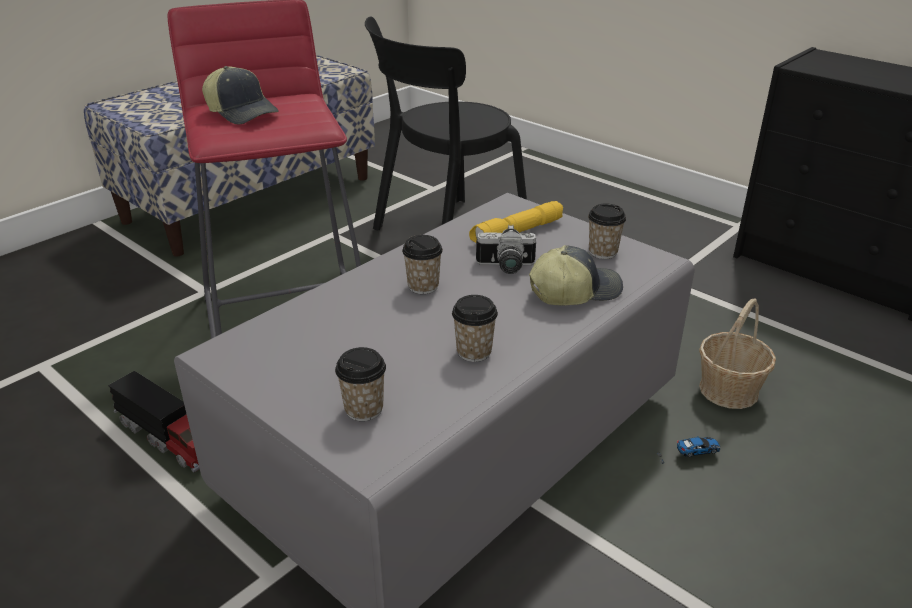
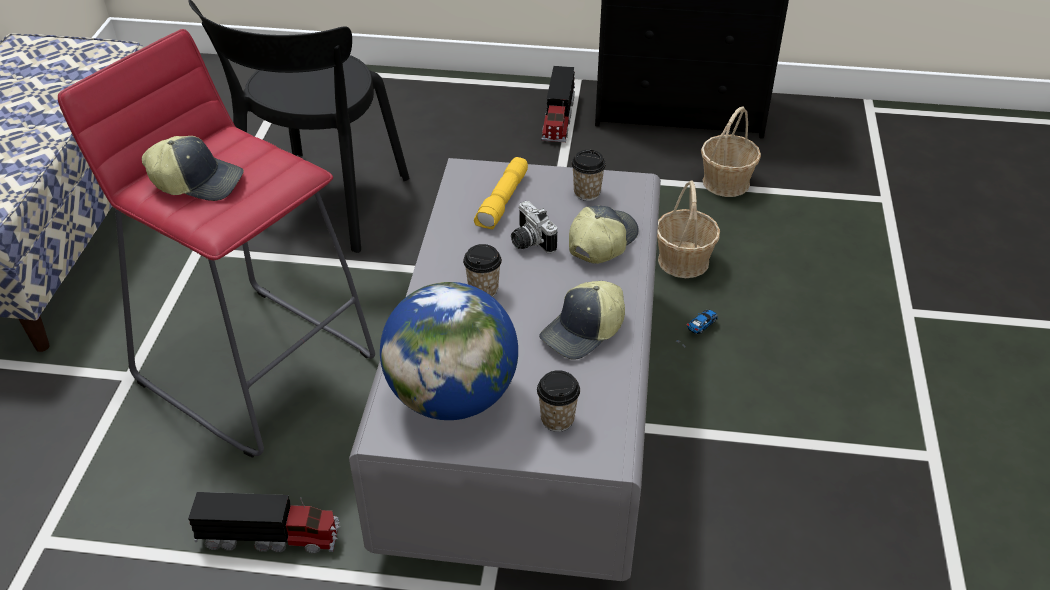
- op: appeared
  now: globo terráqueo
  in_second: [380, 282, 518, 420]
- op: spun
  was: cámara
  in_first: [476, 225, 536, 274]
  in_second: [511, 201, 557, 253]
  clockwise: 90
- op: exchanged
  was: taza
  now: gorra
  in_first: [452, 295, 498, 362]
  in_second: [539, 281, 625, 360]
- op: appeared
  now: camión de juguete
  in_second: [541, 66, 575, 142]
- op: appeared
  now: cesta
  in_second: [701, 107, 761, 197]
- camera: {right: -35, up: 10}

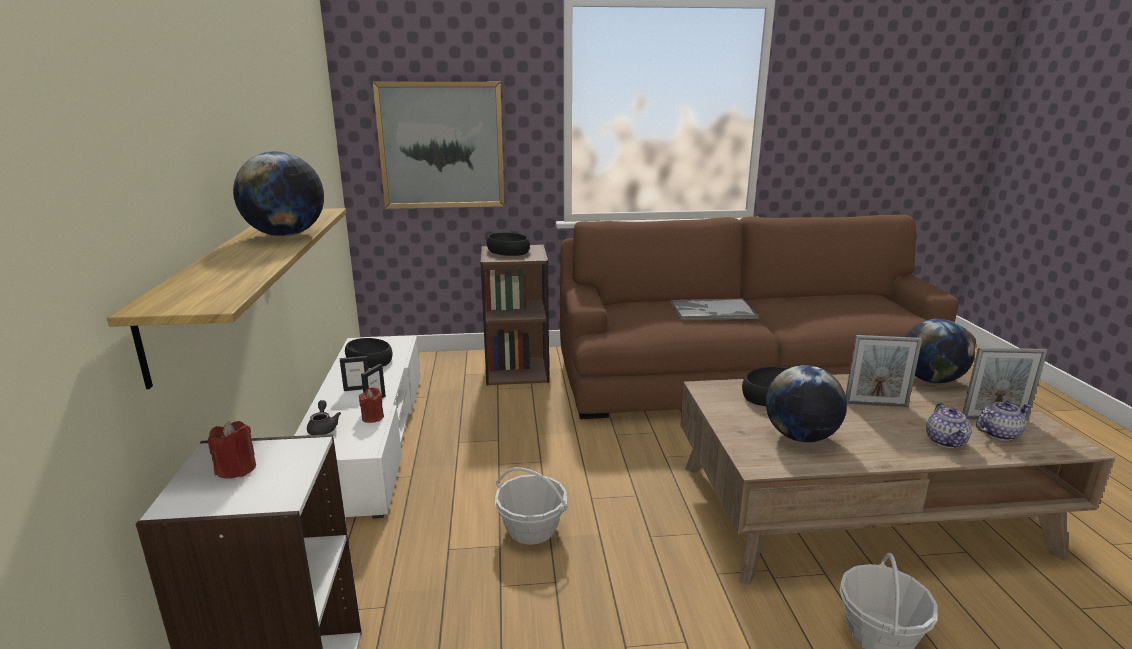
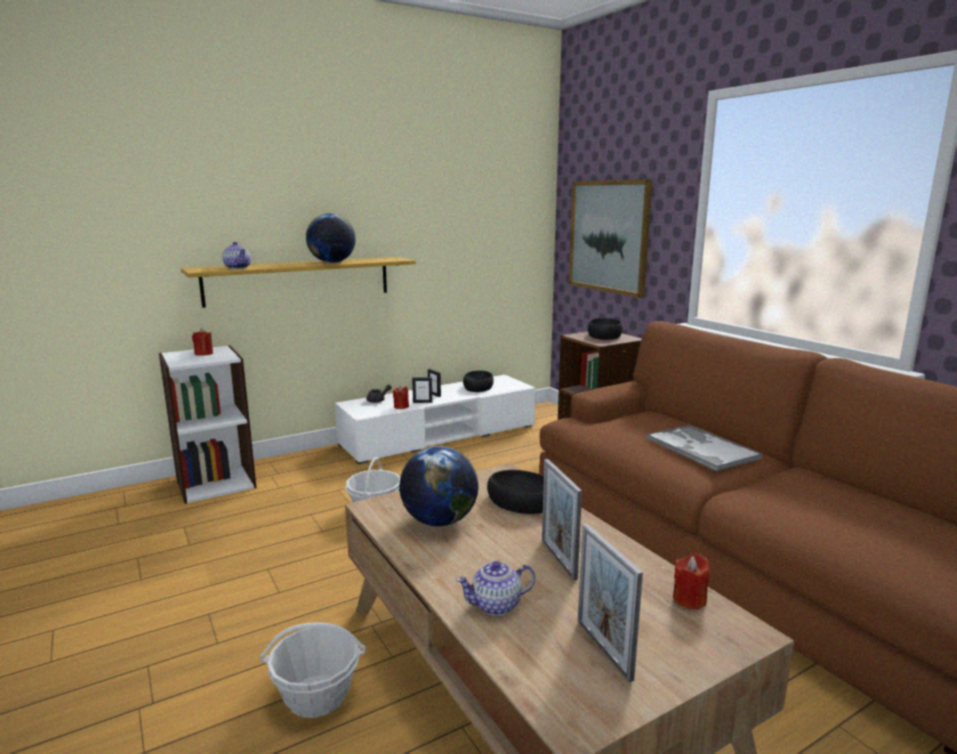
- op: relocated
  was: tetera
  in_first: [976, 400, 1032, 441]
  in_second: [222, 242, 251, 269]
- op: exchanged
  was: globo terráqueo
  now: vela [rojo]
  in_first: [905, 319, 975, 383]
  in_second: [673, 553, 710, 610]
- camera: {right: 65, up: -5}

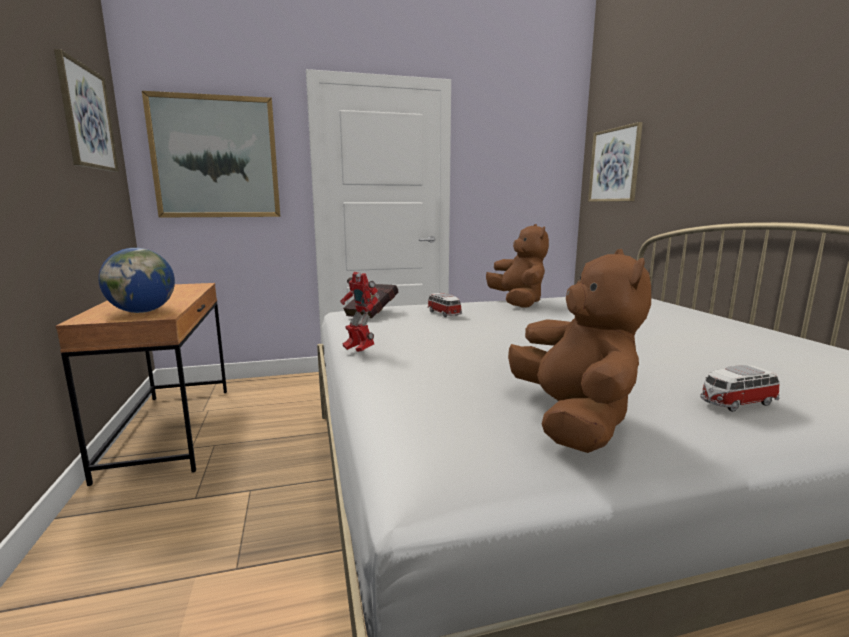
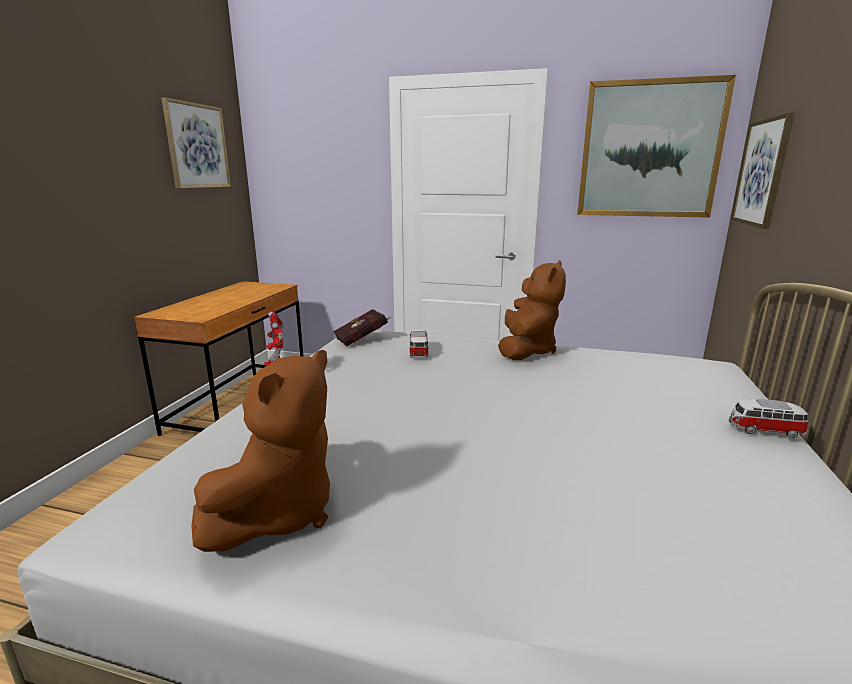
- op: relocated
  was: cuadro
  in_first: [142, 91, 280, 218]
  in_second: [577, 75, 736, 218]
- op: relocated
  was: coche de juguete
  in_first: [700, 365, 780, 412]
  in_second: [729, 399, 808, 438]
- op: missing
  was: globo terráqueo
  in_first: [98, 248, 175, 313]
- camera: {right: 30, up: 5}

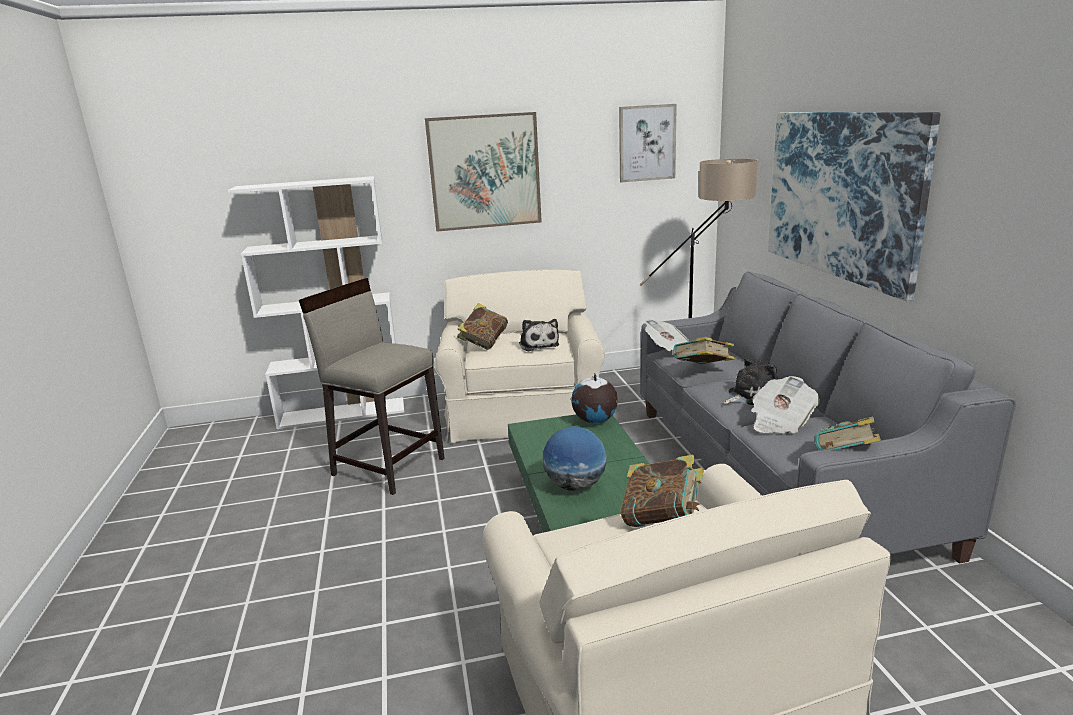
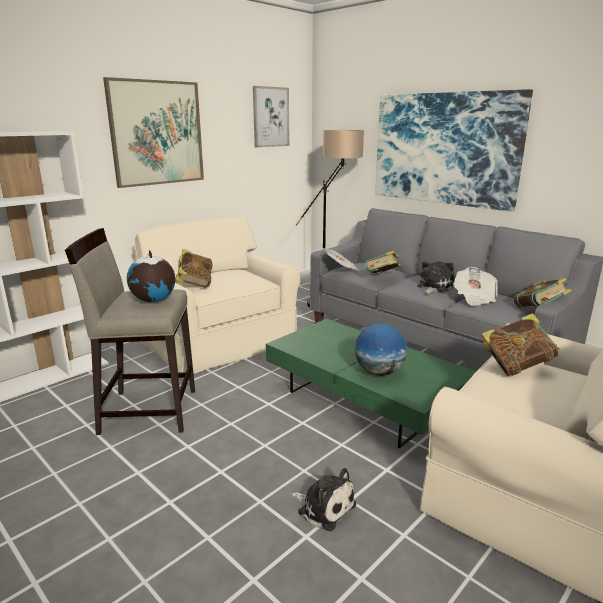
- op: relocated
  was: globo terráqueo
  in_first: [571, 373, 618, 423]
  in_second: [127, 250, 175, 302]
- op: relocated
  was: peluche
  in_first: [519, 319, 559, 351]
  in_second: [291, 468, 356, 531]
- camera: {right: -35, up: 0}

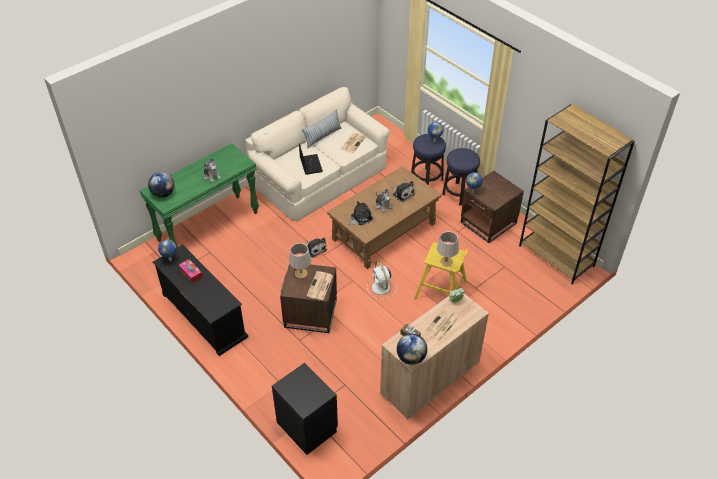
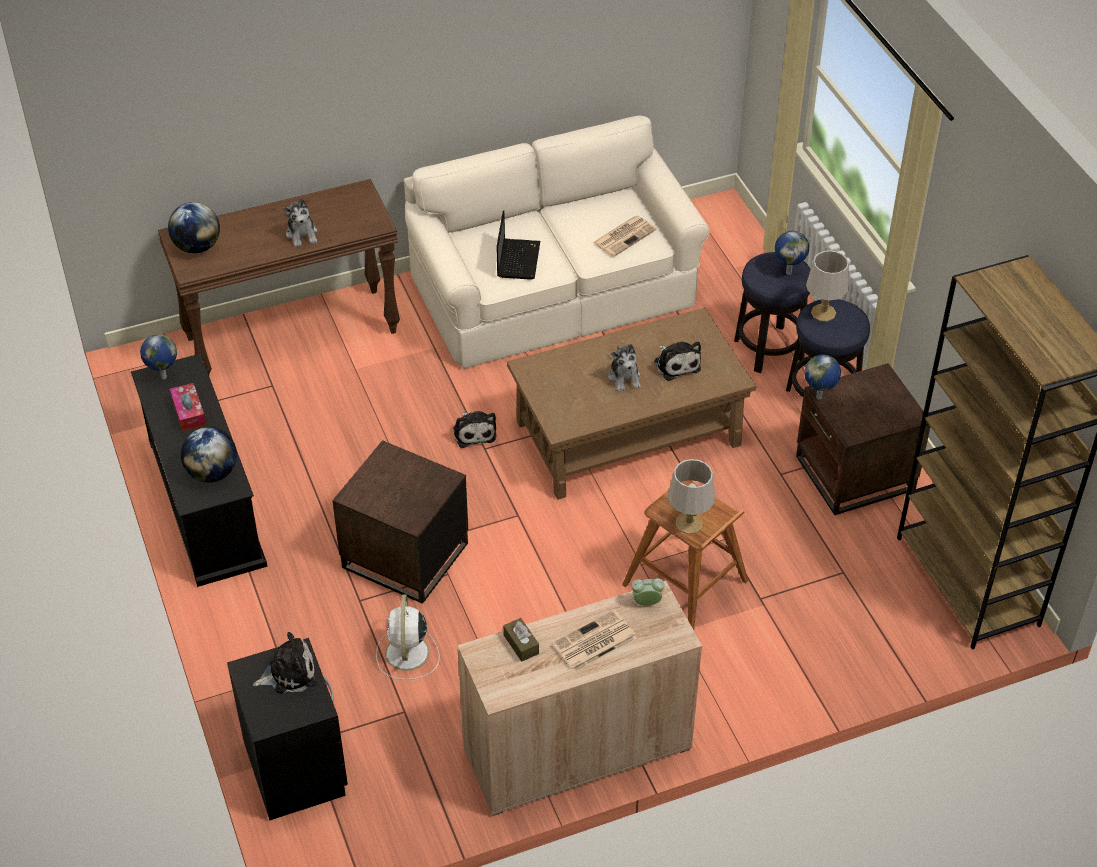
- op: colour
  was: mesa consola [verde]
  now: mesa consola [marrón]
  in_first: [140, 143, 259, 248]
  in_second: [158, 179, 400, 375]
- op: relocated
  was: globo terráqueo
  in_first: [397, 334, 427, 365]
  in_second: [181, 427, 237, 483]
- op: relocated
  was: peluche
  in_first: [349, 201, 373, 225]
  in_second: [253, 632, 316, 694]
- op: relocated
  was: ventilador [blanco]
  in_first: [367, 261, 397, 299]
  in_second: [376, 595, 439, 680]
- op: colour
  was: taburete [amarillo]
  now: taburete [marrón]
  in_first: [414, 242, 468, 300]
  in_second: [622, 480, 748, 630]
- op: relocated
  was: lámpara de mesa [gris]
  in_first: [289, 243, 311, 279]
  in_second: [806, 250, 849, 321]
- op: missing
  was: cojín
  in_first: [302, 109, 342, 149]
- op: missing
  was: periódico
  in_first: [306, 271, 333, 300]
- camera: {right: 20, up: 0}

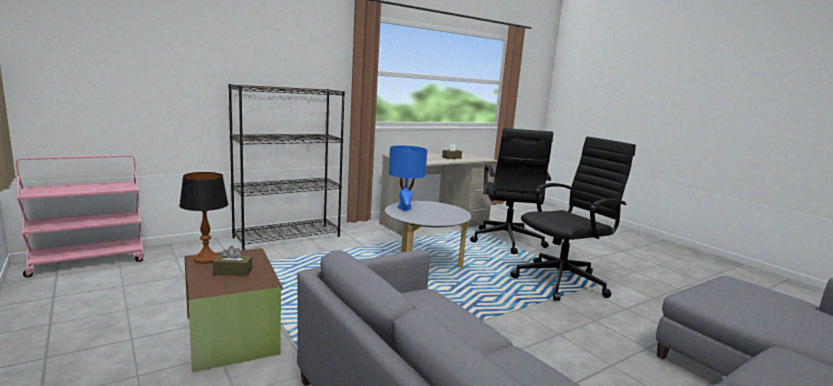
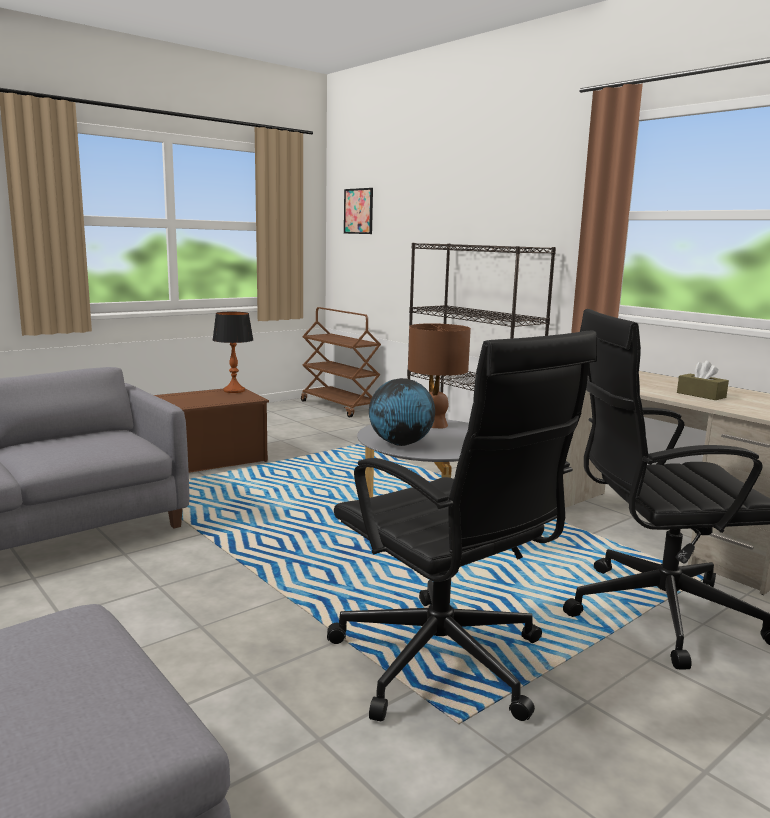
- op: colour
  was: carrito [rosa]
  now: carrito [marrón]
  in_first: [16, 155, 144, 277]
  in_second: [301, 307, 381, 418]
- op: appeared
  now: cuadro
  in_second: [344, 188, 373, 234]
- op: appeared
  now: globo terráqueo
  in_second: [369, 378, 435, 446]
- op: colour
  was: lámpara de mesa [azul]
  now: lámpara de mesa [marrón]
  in_first: [388, 145, 427, 211]
  in_second: [408, 323, 471, 428]
- op: missing
  was: caja de pañuelos [marrón]
  in_first: [213, 246, 252, 276]
- camera: {right: 85, up: 0}

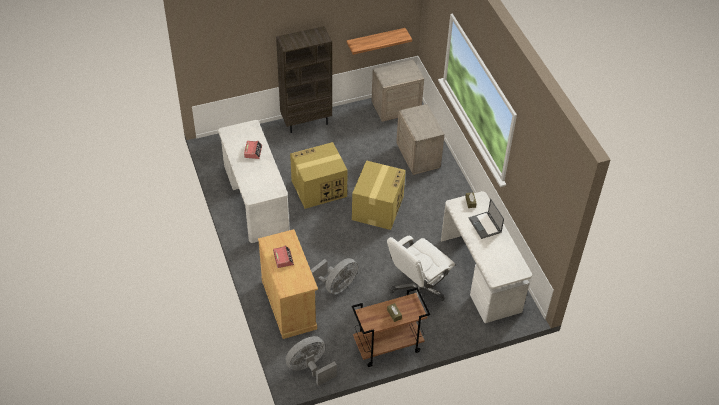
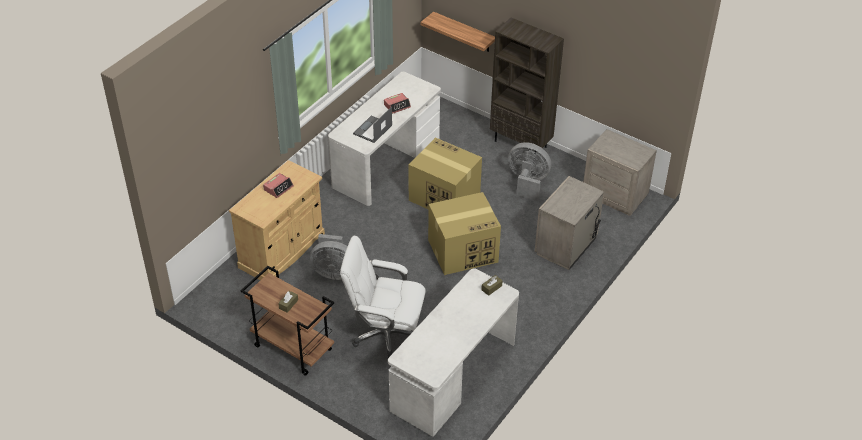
- op: relocated
  was: portátil
  in_first: [469, 198, 504, 239]
  in_second: [353, 107, 392, 143]
- op: relocated
  was: estante
  in_first: [347, 28, 412, 55]
  in_second: [420, 12, 495, 52]
- op: relocated
  was: ventilador [gris]
  in_first: [286, 336, 337, 386]
  in_second: [508, 142, 551, 201]
- camera: {right: 55, up: -5}

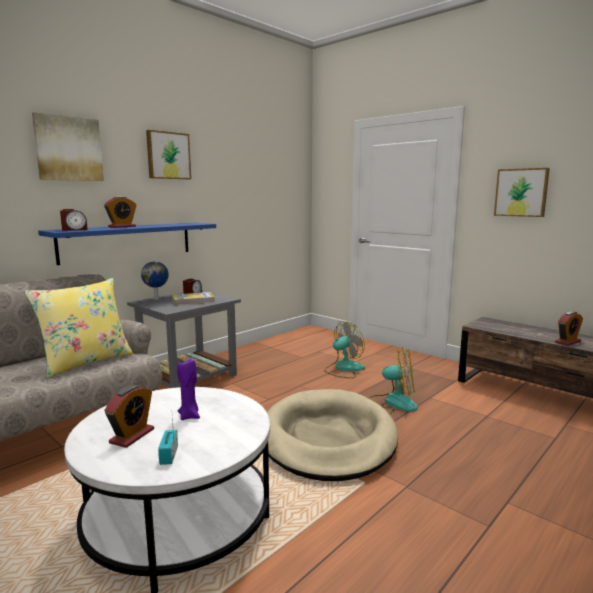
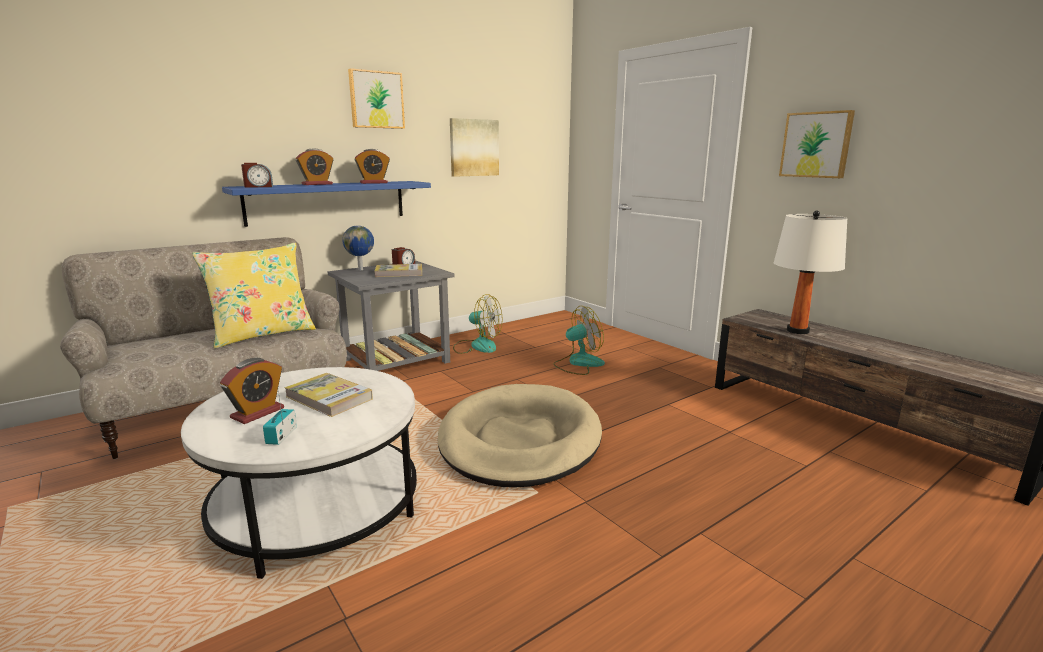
- op: exchanged
  was: vela [morado]
  now: libro
  in_first: [177, 359, 200, 420]
  in_second: [284, 373, 373, 417]
- op: relocated
  was: despertador
  in_first: [555, 311, 583, 346]
  in_second: [355, 149, 390, 184]
- op: relocated
  was: cuadro
  in_first: [32, 112, 104, 181]
  in_second: [450, 118, 499, 177]
- op: relocated
  was: ventilador
  in_first: [369, 347, 418, 414]
  in_second: [453, 294, 503, 354]
- op: appeared
  now: lámpara de mesa [blanco]
  in_second: [774, 211, 848, 334]
- camera: {right: 10, up: 5}

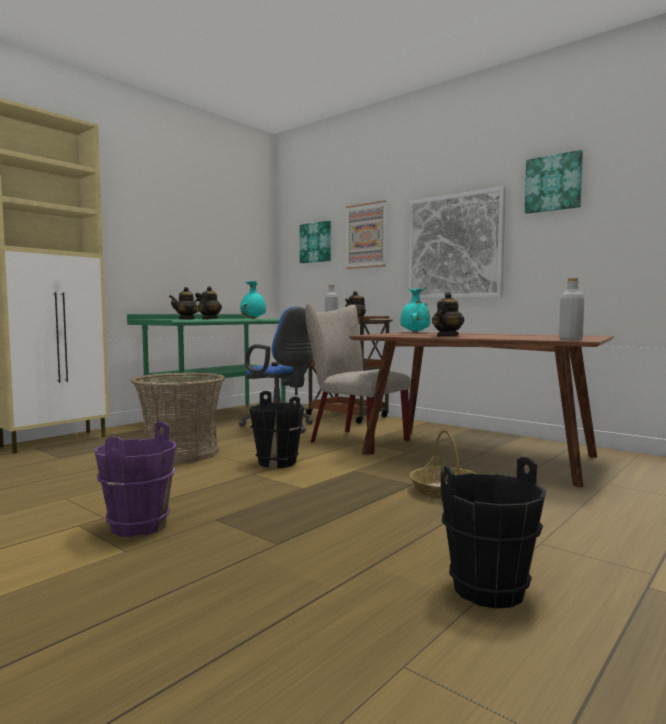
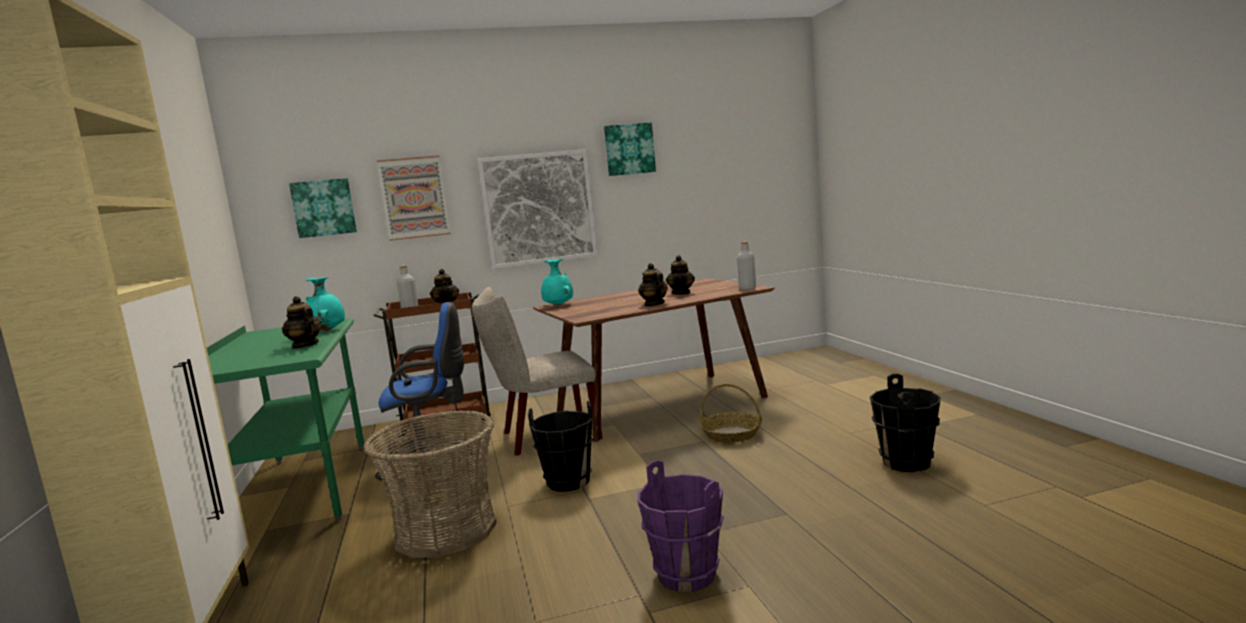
- op: relocated
  was: tetera
  in_first: [169, 287, 202, 319]
  in_second: [666, 255, 695, 295]
- camera: {right: -55, up: 5}

